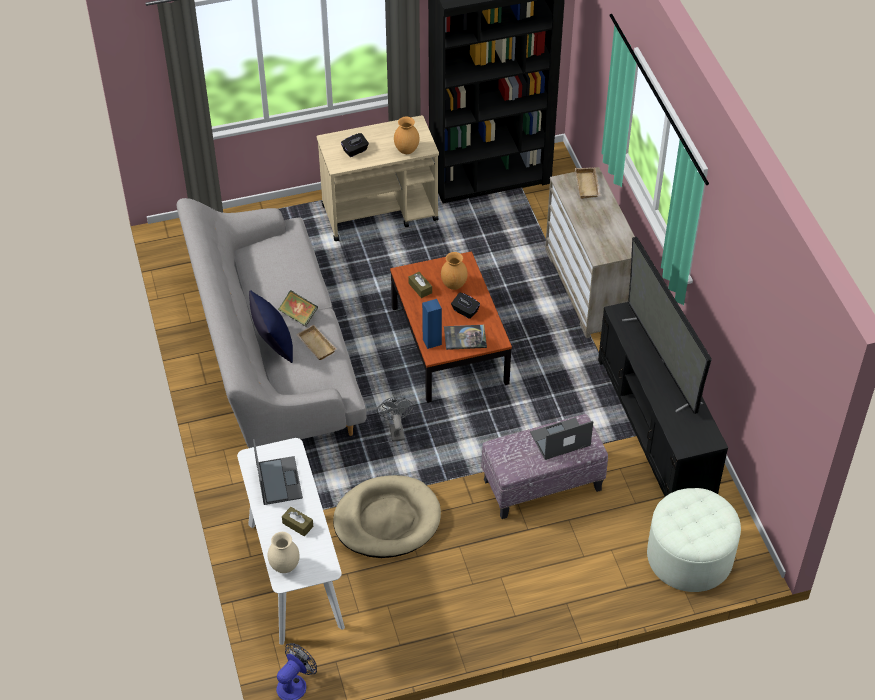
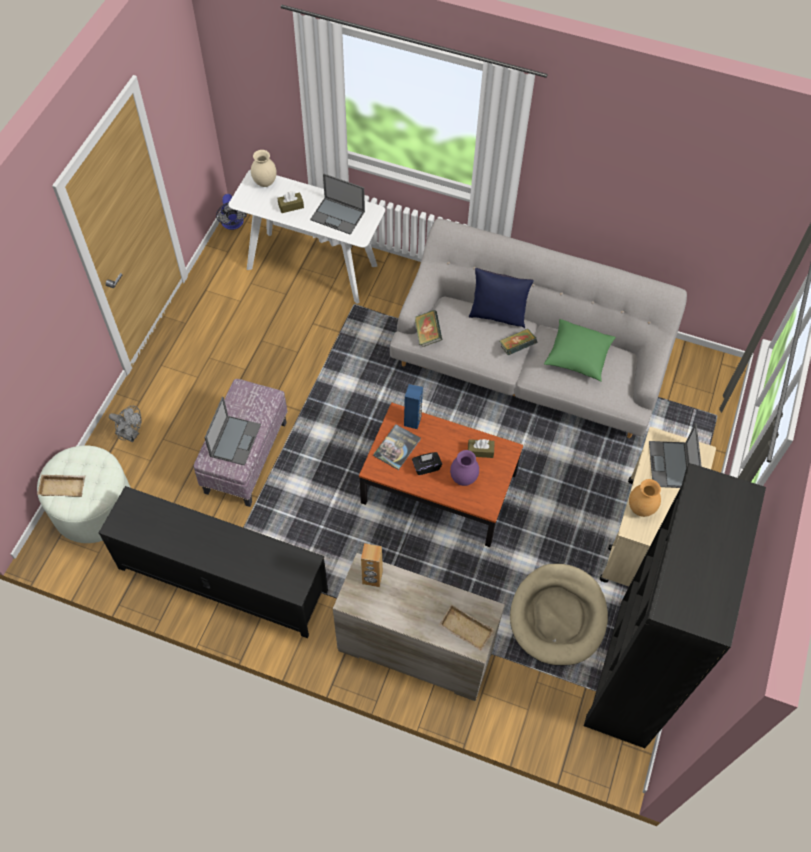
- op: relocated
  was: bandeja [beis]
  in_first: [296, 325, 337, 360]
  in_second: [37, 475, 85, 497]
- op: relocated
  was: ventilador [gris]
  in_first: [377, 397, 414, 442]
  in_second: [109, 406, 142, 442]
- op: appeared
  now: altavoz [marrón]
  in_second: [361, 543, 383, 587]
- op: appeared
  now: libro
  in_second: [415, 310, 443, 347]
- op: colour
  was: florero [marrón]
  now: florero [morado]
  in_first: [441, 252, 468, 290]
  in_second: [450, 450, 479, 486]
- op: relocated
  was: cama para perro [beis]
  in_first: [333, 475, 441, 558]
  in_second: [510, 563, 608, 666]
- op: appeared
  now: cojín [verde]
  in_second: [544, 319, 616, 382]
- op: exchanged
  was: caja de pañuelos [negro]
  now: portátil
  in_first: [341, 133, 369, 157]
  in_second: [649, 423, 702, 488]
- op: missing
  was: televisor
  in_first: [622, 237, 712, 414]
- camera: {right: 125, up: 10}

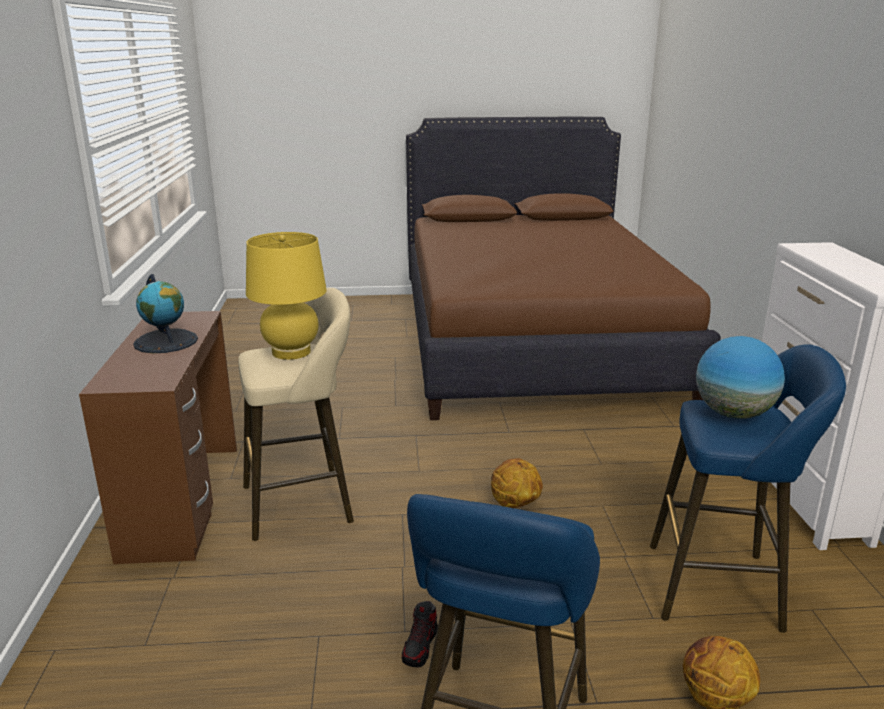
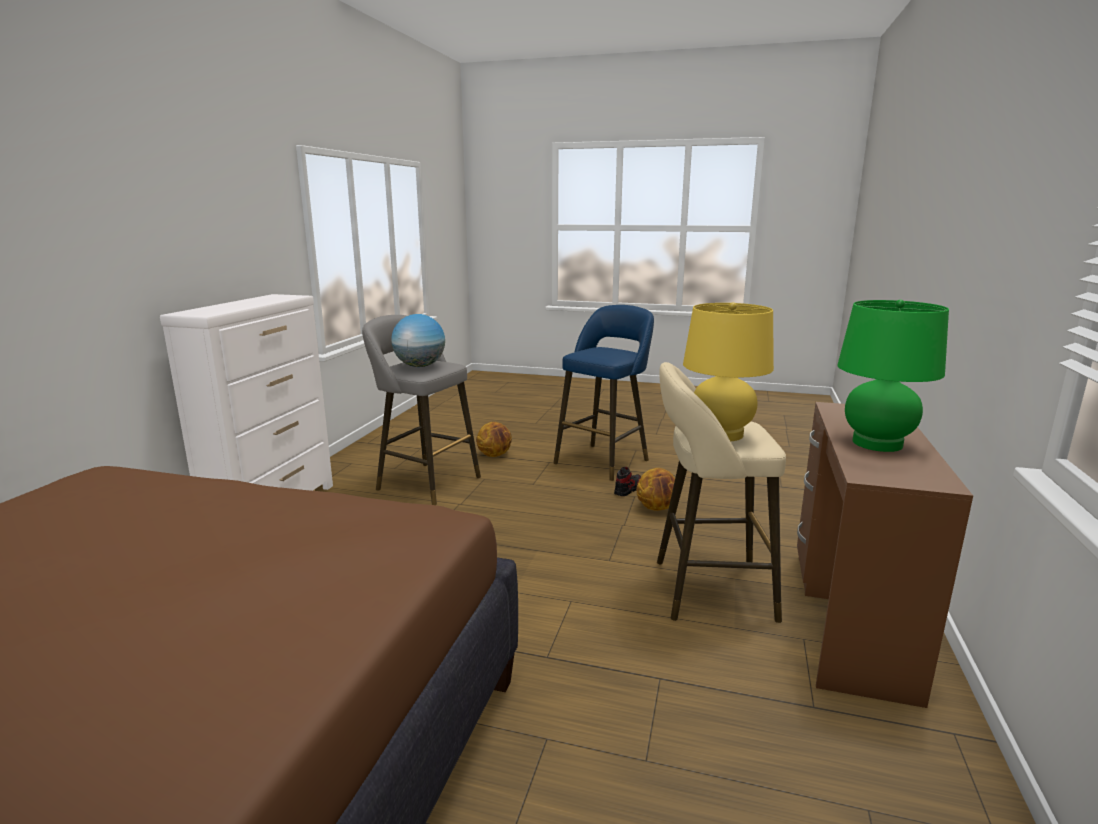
- op: colour
  was: taburete [azul]
  now: taburete [gris]
  in_first: [650, 344, 846, 633]
  in_second: [362, 315, 481, 505]
- op: relocated
  was: balón de baloncesto
  in_first: [491, 458, 543, 508]
  in_second: [636, 468, 675, 511]
- op: exchanged
  was: globo terráqueo
  now: lámpara de mesa [verde]
  in_first: [133, 274, 198, 353]
  in_second: [838, 299, 949, 452]
- camera: {right: -160, up: -5}

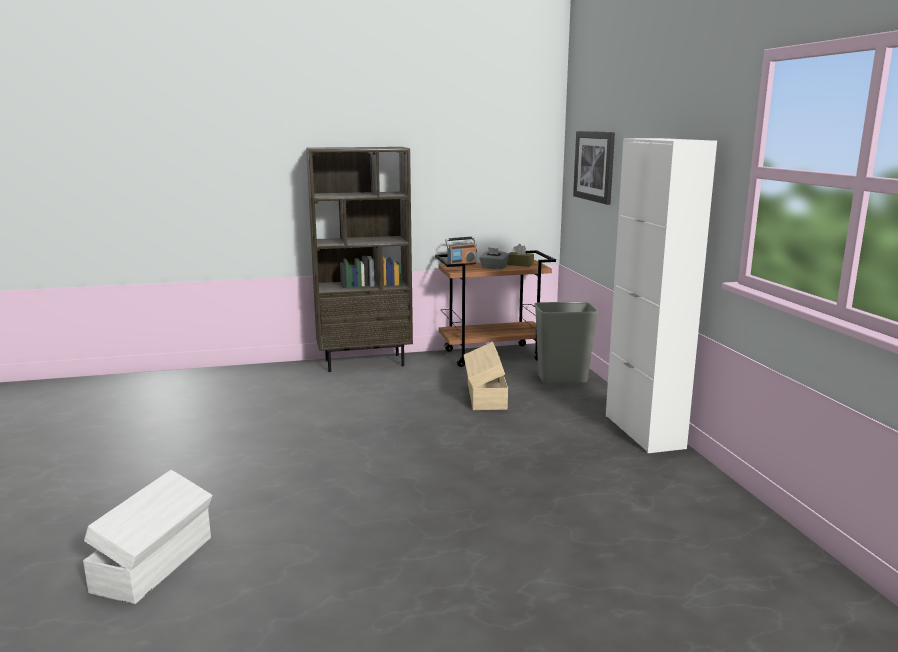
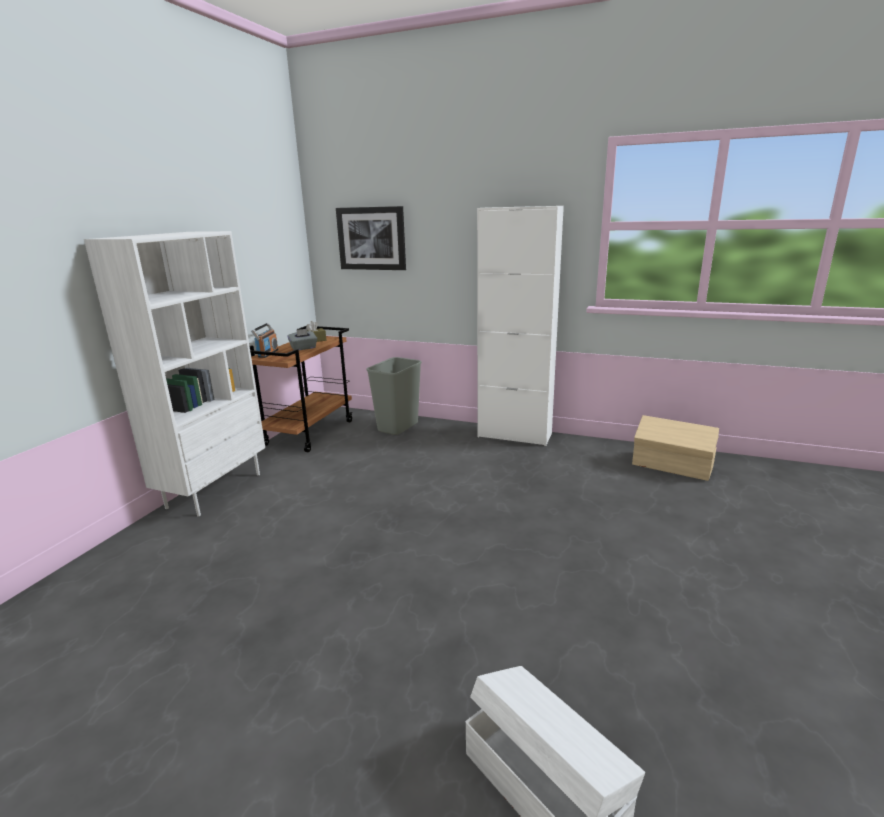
- op: colour
  was: estantería [marrón]
  now: estantería [blanco]
  in_first: [306, 147, 413, 372]
  in_second: [84, 231, 265, 516]
- op: relocated
  was: caja de almacenaje [beis]
  in_first: [464, 342, 508, 410]
  in_second: [632, 415, 719, 481]
- camera: {right: -55, up: 5}

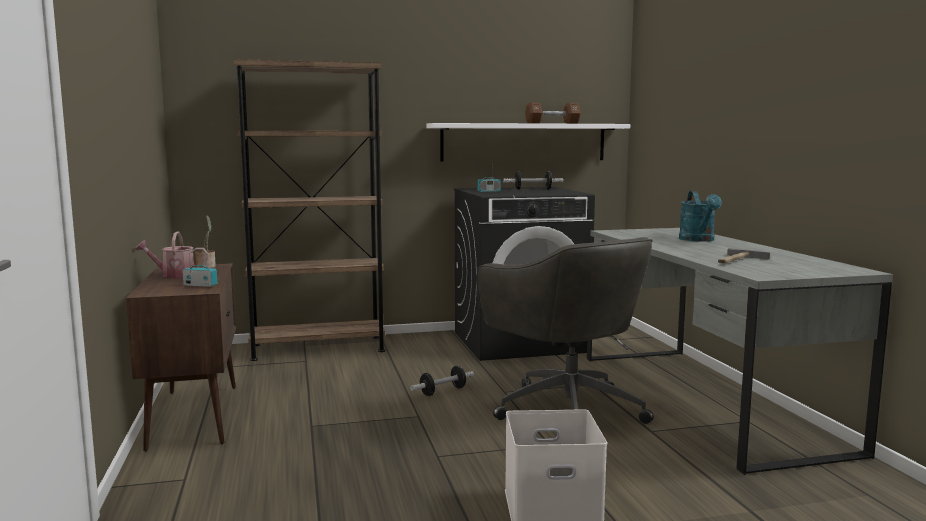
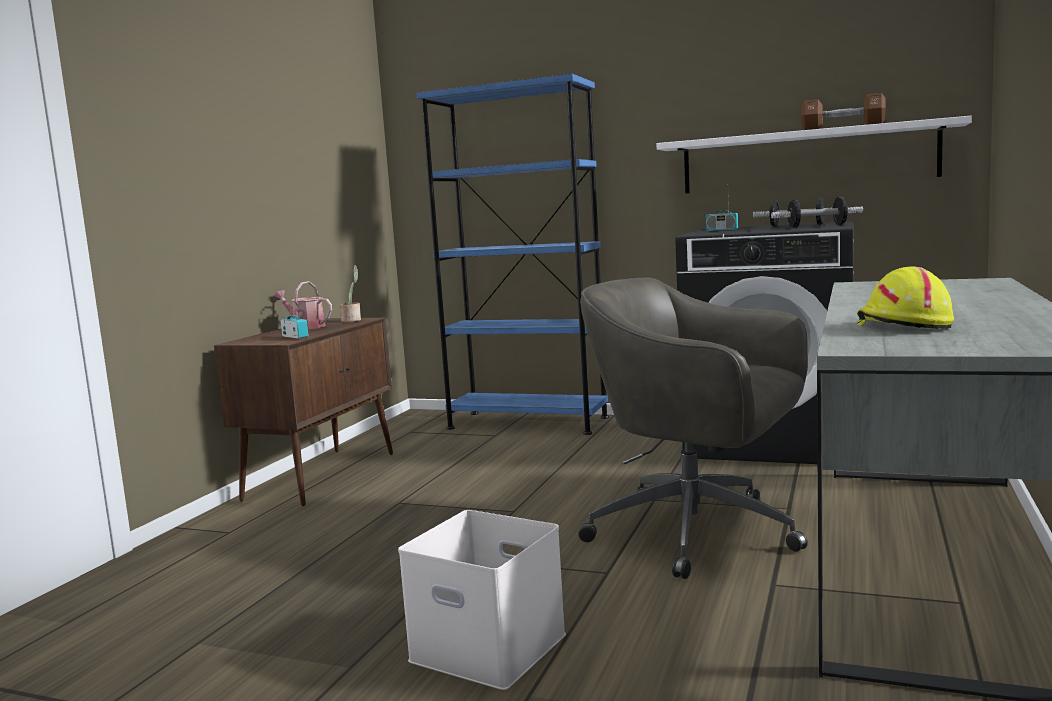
- op: colour
  was: estantería [marrón]
  now: estantería [azul]
  in_first: [234, 59, 385, 361]
  in_second: [417, 74, 609, 435]
- op: spun
  was: silla de oficina [gris]
  in_first: [476, 237, 654, 424]
  in_second: [578, 277, 808, 579]
  clockwise: 120
- op: relocated
  was: mancuerna
  in_first: [410, 366, 474, 396]
  in_second: [771, 197, 863, 228]
- op: exchanged
  was: martillo
  now: casco [amarillo]
  in_first: [718, 248, 770, 264]
  in_second: [856, 267, 954, 329]
- op: missing
  was: regadera [turquesa]
  in_first: [679, 191, 722, 242]
- camera: {right: 35, up: 0}

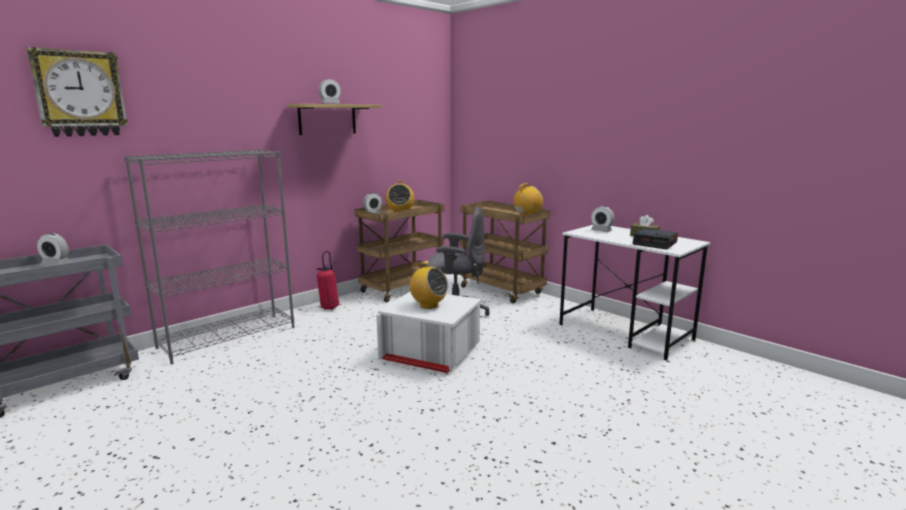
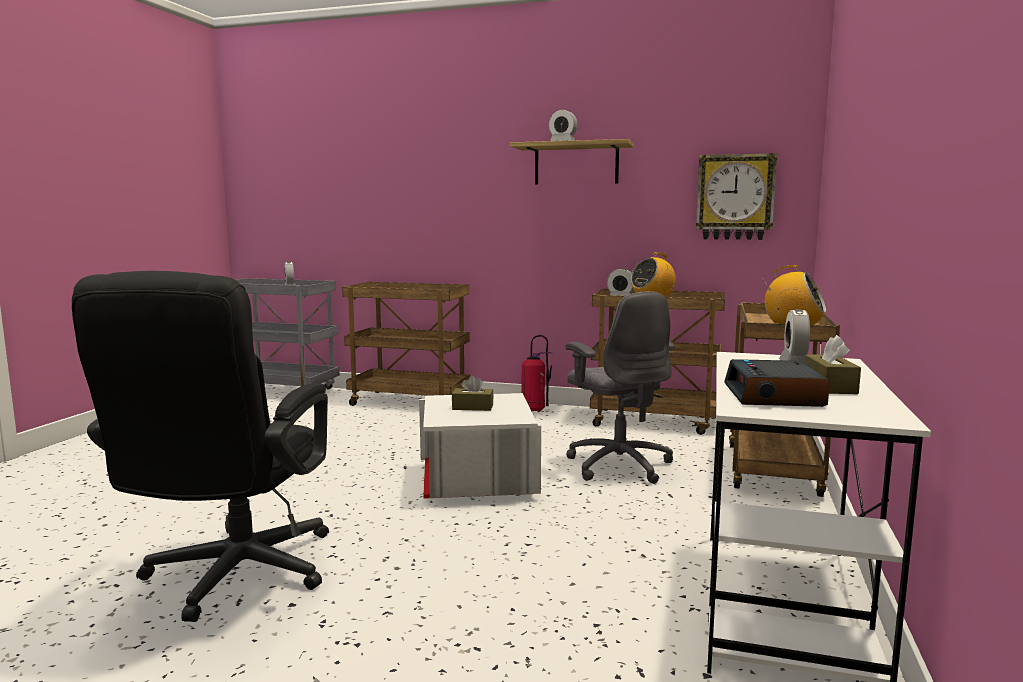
- op: appeared
  now: silla de oficina [negro]
  in_second: [72, 271, 329, 622]
- op: exchanged
  was: estantería [gris]
  now: carrito [marrón]
  in_first: [124, 149, 295, 364]
  in_second: [342, 282, 470, 406]
- op: exchanged
  was: radio
  now: caja de pañuelos [marrón]
  in_first: [409, 262, 448, 309]
  in_second: [452, 375, 494, 411]
- op: relocated
  was: reloj de pared
  in_first: [27, 47, 128, 137]
  in_second: [696, 153, 777, 240]
- camera: {right: 60, up: -5}

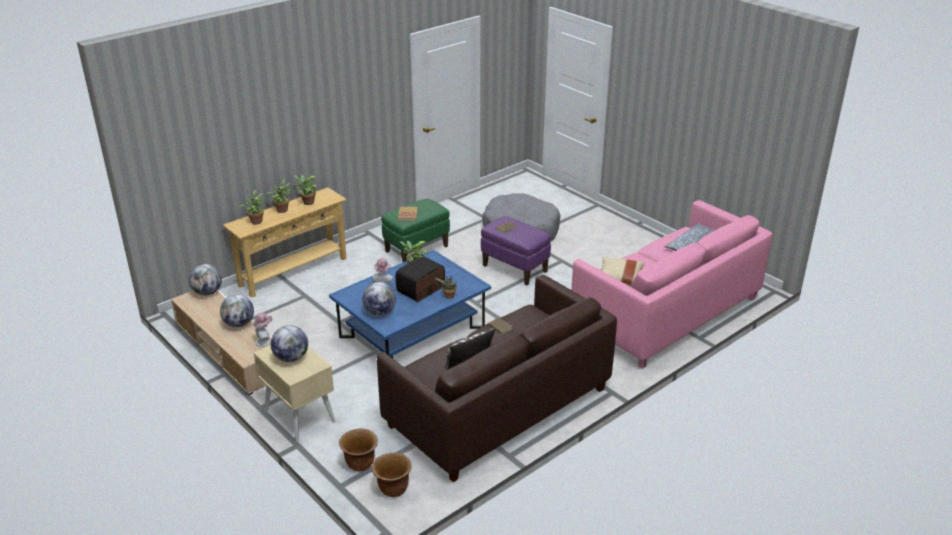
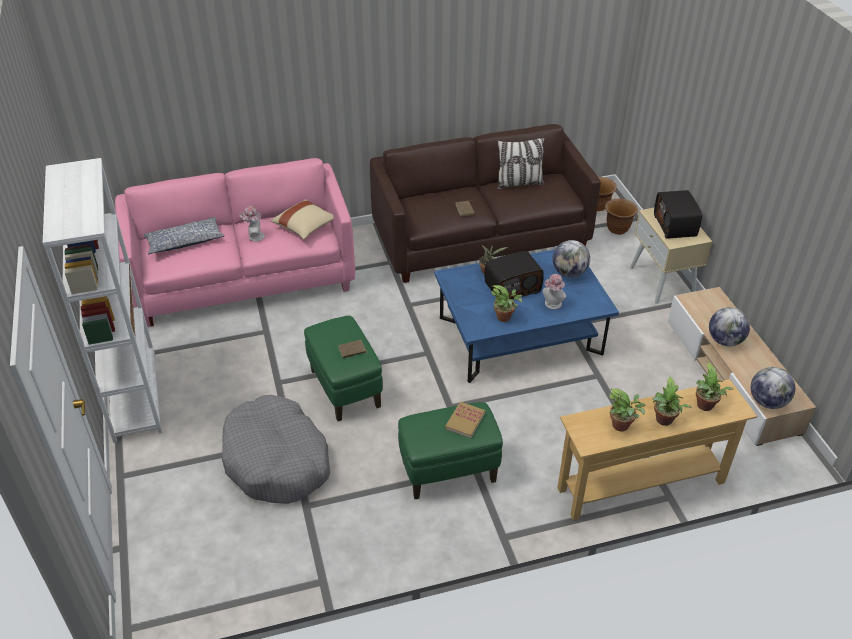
- op: appeared
  now: estantería [blanco]
  in_second: [43, 158, 162, 443]
- op: relocated
  was: sombrero
  in_first: [253, 313, 272, 347]
  in_second: [239, 206, 265, 241]
- op: colour
  was: puf [morado]
  now: puf [verde]
  in_first: [481, 216, 551, 285]
  in_second: [304, 315, 383, 421]
- op: exchanged
  was: globo terráqueo
  now: radio
  in_first: [271, 325, 308, 362]
  in_second: [654, 190, 702, 239]
- camera: {right: -155, up: 10}

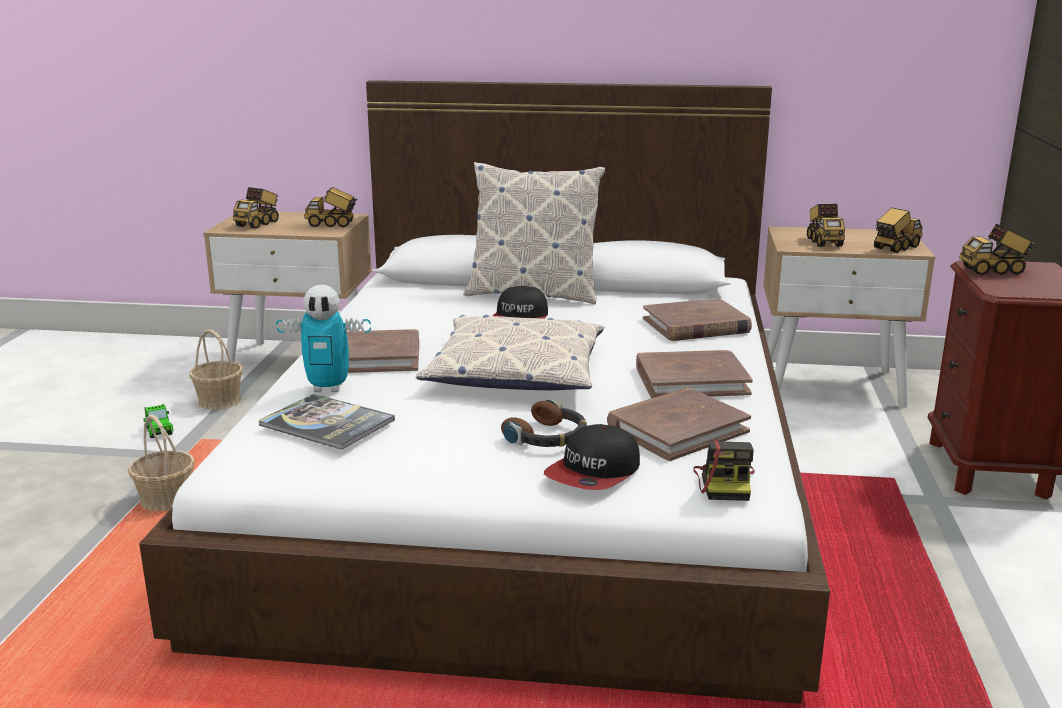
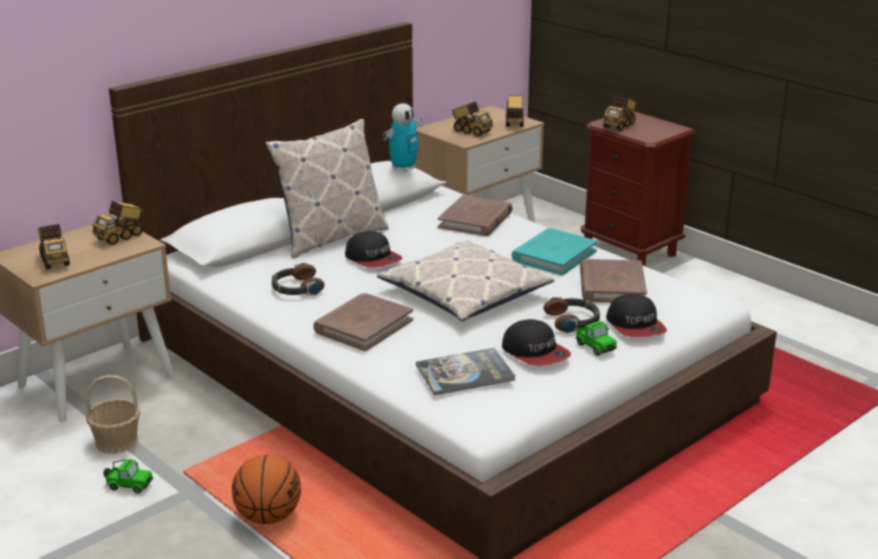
- op: exchanged
  was: cesta
  now: balón de baloncesto
  in_first: [128, 414, 195, 511]
  in_second: [232, 455, 301, 524]
- op: appeared
  now: auriculares
  in_second: [272, 263, 324, 296]
- op: relocated
  was: robot de juguete
  in_first: [276, 285, 371, 392]
  in_second: [383, 103, 423, 172]
- op: appeared
  now: gorra
  in_second: [502, 319, 571, 366]
- op: colour
  was: libro [marrón]
  now: libro [turquesa]
  in_first: [636, 350, 753, 398]
  in_second: [512, 228, 597, 275]
- op: appeared
  now: coche de juguete
  in_second: [575, 320, 617, 356]
- op: missing
  was: cámara
  in_first: [693, 441, 755, 501]
- camera: {right: -50, up: 5}

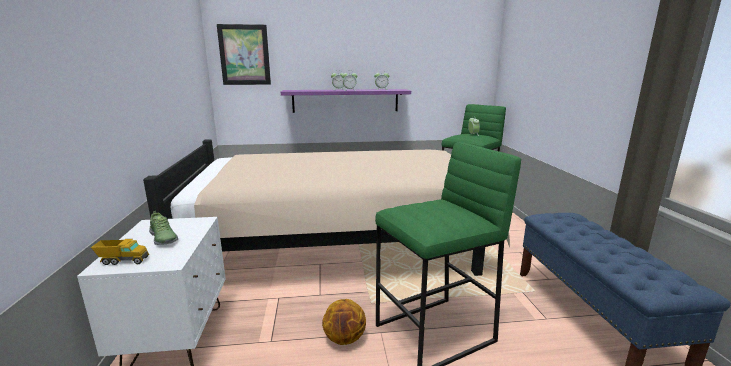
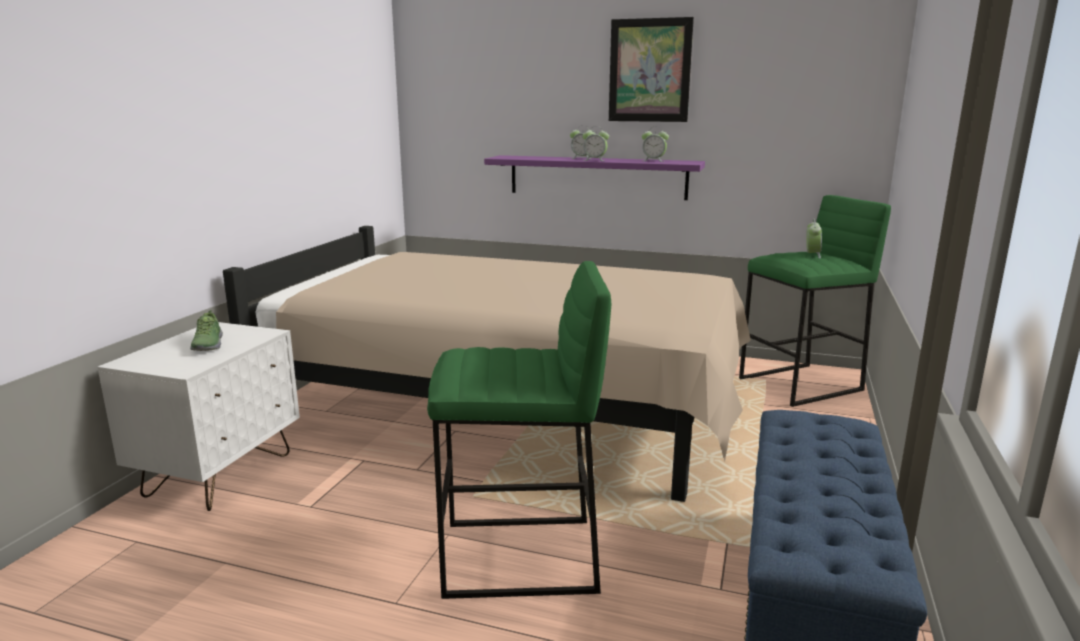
- op: relocated
  was: cuadro
  in_first: [217, 24, 271, 85]
  in_second: [609, 17, 694, 122]
- op: missing
  was: camión de juguete
  in_first: [91, 239, 149, 265]
- op: missing
  was: balón de baloncesto
  in_first: [322, 299, 366, 345]
- camera: {right: 25, up: 0}

